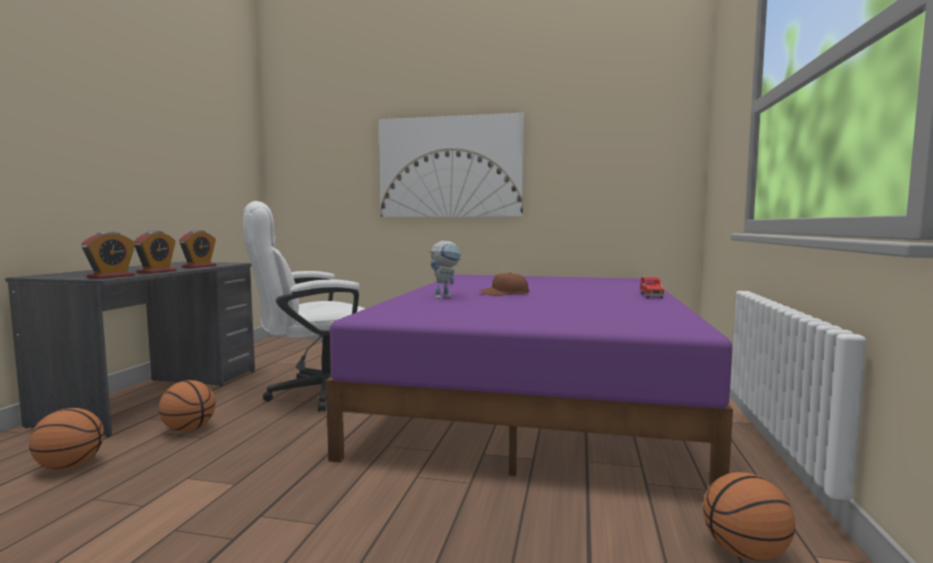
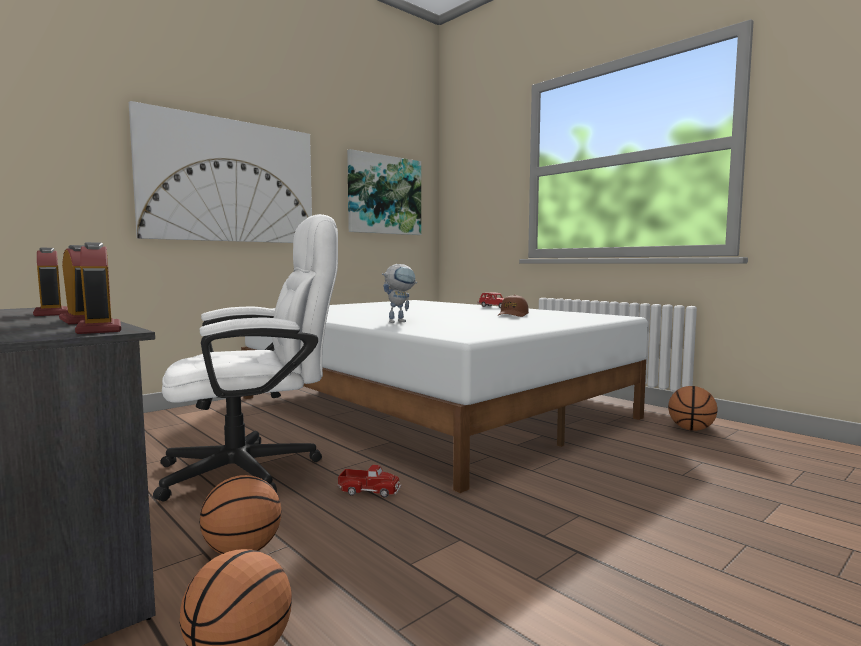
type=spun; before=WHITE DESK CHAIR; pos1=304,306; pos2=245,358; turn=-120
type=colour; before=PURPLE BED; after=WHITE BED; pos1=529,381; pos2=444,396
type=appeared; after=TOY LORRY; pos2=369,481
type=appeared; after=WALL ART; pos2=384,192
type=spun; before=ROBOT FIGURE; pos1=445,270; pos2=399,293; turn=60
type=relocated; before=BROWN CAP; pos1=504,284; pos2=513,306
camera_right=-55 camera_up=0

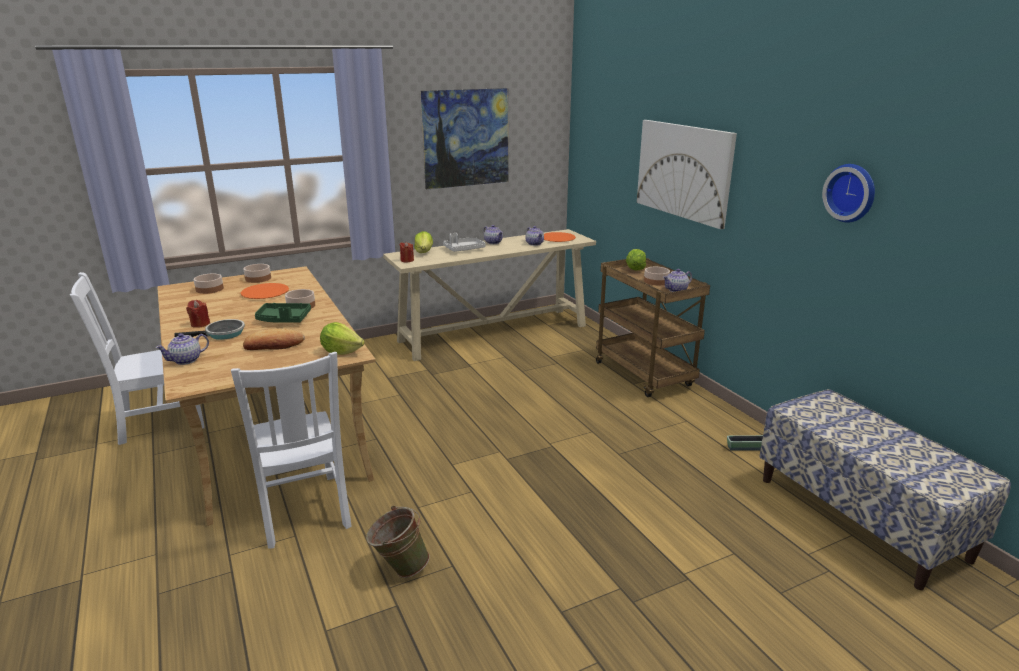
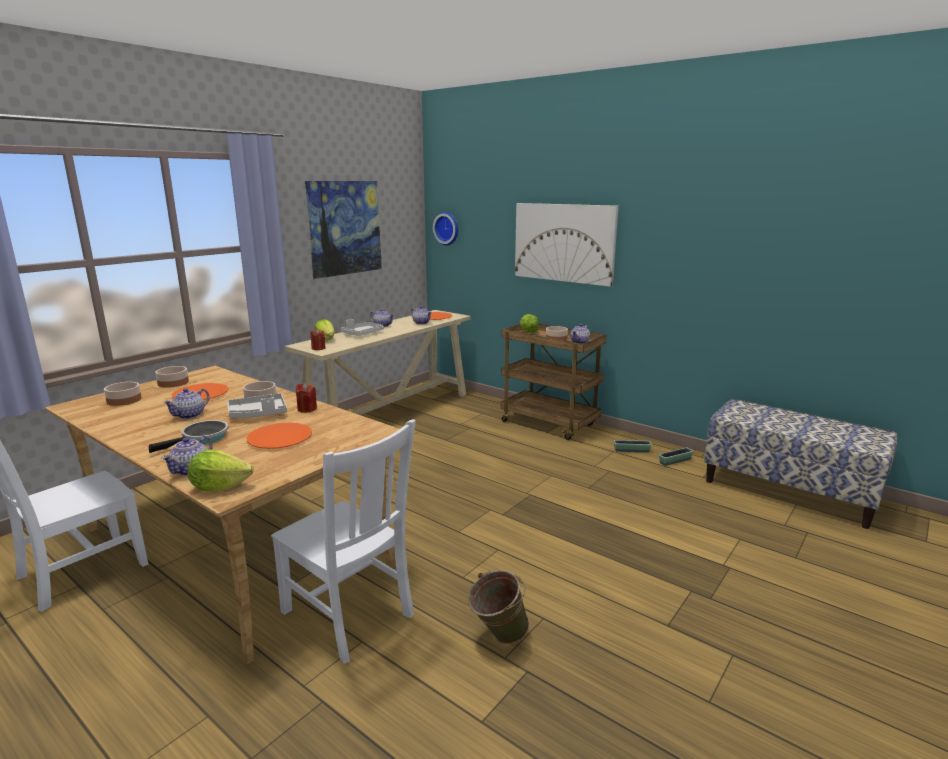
type=appeared; after=TEA POT; pos2=186,403
type=relocated; before=LETTUCE HEAD; pos1=342,338; pos2=220,471
type=colour; before=GREEN SERVING TRAY; after=GREY SERVING TRAY; pos1=283,313; pos2=257,405
type=exchanged; before=BREAD; after=ORANGE-COLOURED PLATE; pos1=274,339; pos2=279,436
type=relocated; before=REDDISH WAX LIGHT; pos1=198,314; pos2=306,398
type=relocated; before=CLOCK ON THE WALL; pos1=848,193; pos2=445,228
type=appeared; after=PLANT POT; pos2=633,446
camera_right=-25 camera_up=-5

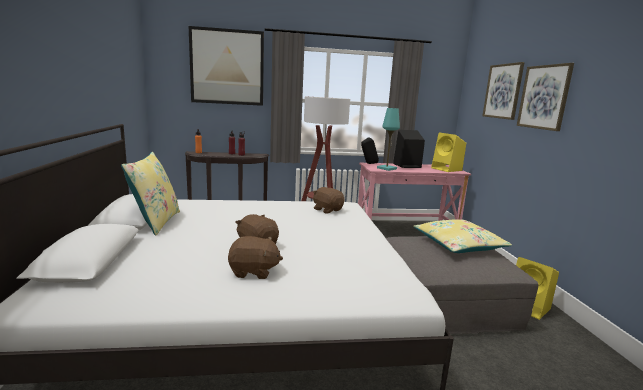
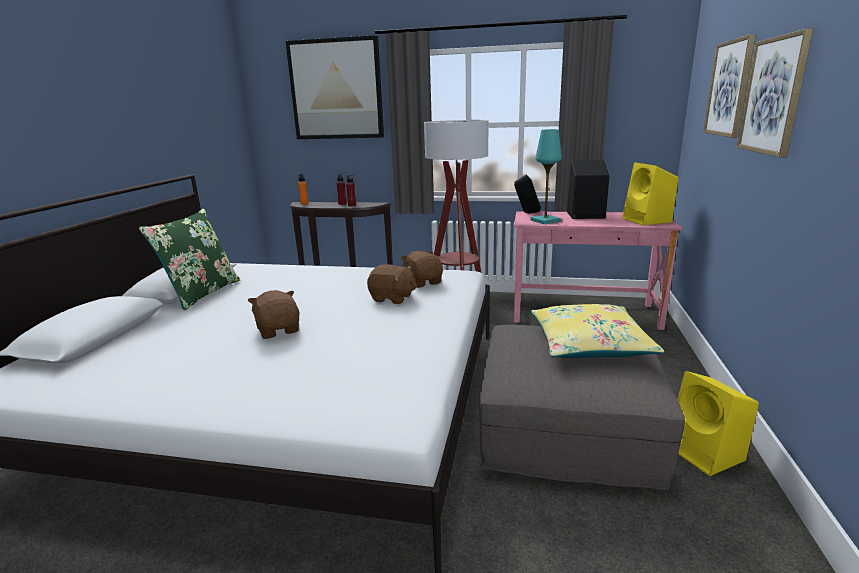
type=colour; before=YELLOWISH CUSHION; after=GREEN CUSHION; pos1=150,194; pos2=190,260
type=relocated; before=BROWN SOFT TOY; pos1=255,257; pos2=392,284
camera_right=20 camera_up=5

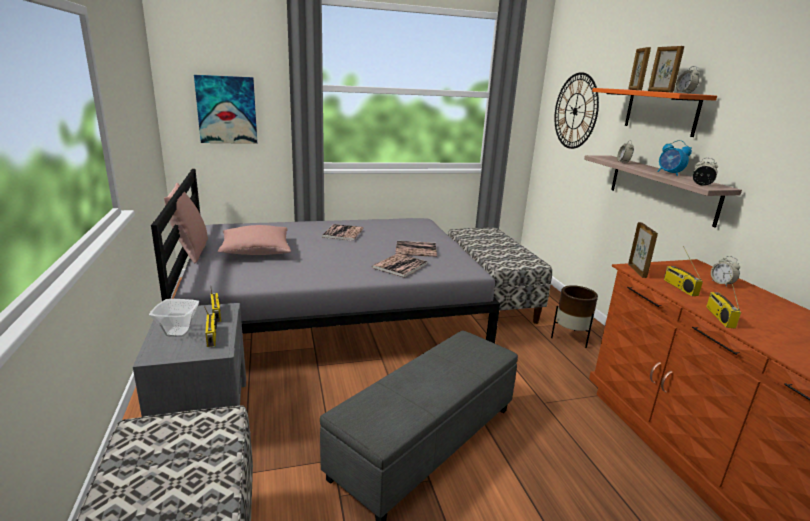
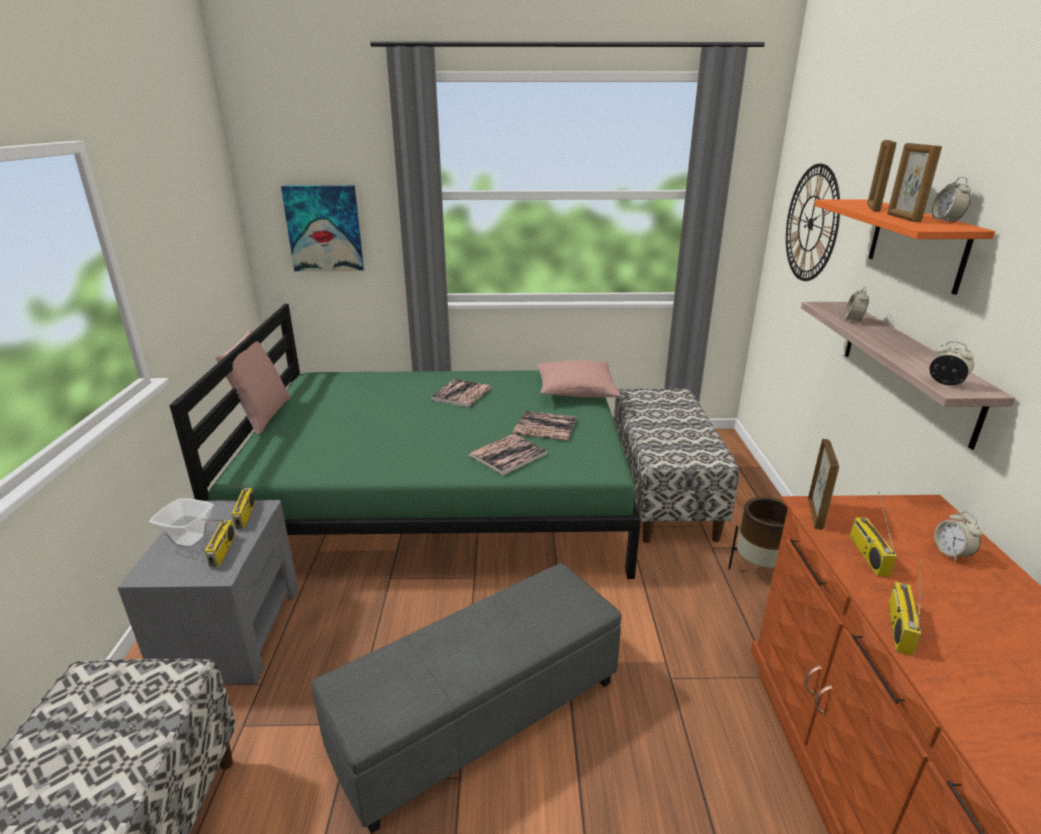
type=colour; before=GREY BED; after=GREEN BED; pos1=325,256; pos2=405,441
type=relocated; before=PINKISH CUSHION; pos1=254,240; pos2=579,378
type=missing; before=TABLE CLOCK; pos1=674,158
camera_right=15 camera_up=5

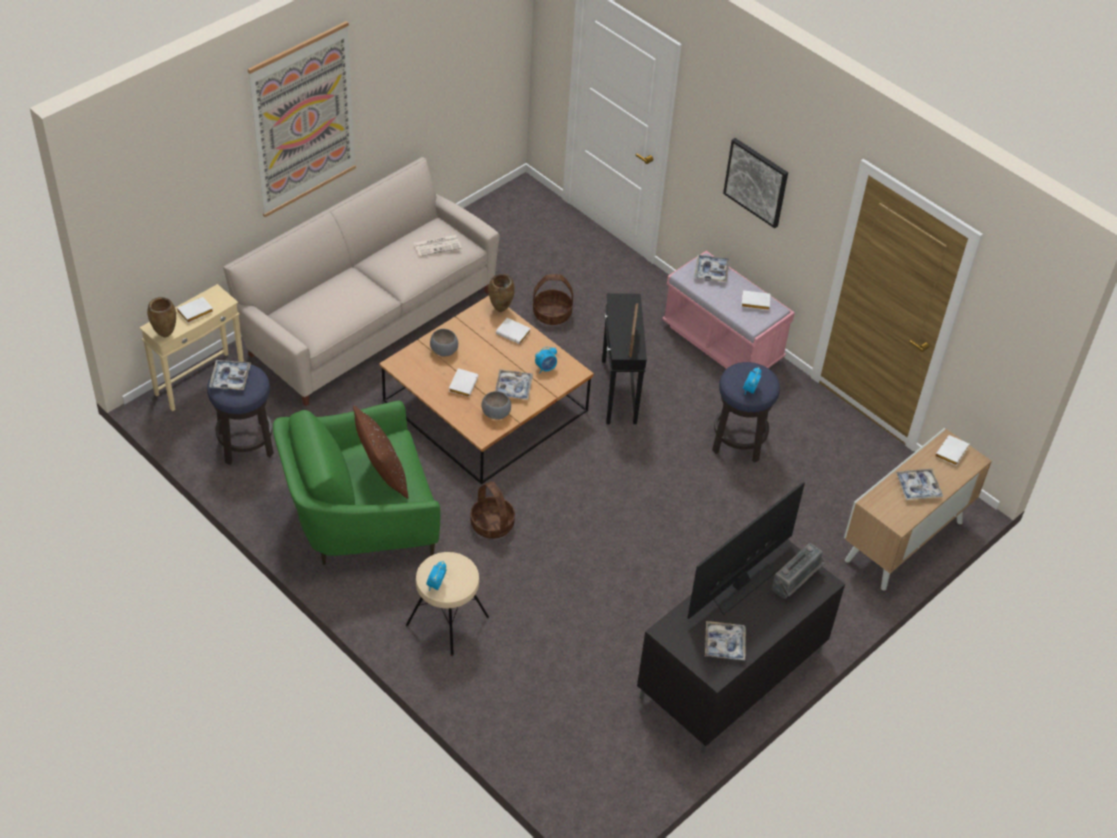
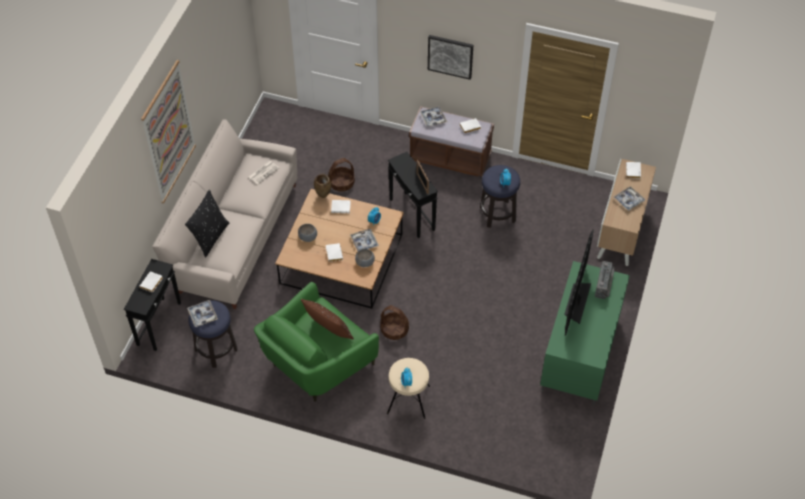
type=colour; before=SAND-COLOURED END TABLE; after=BLACK END TABLE; pos1=192,348; pos2=152,305
type=appeared; after=BLACK CUSHION; pos2=207,223
type=colour; before=PINKISH INDOOR BENCH; after=BROWN INDOOR BENCH; pos1=728,310; pos2=451,141
type=colour; before=BLACK TV UNIT; after=GREEN TV UNIT; pos1=741,646; pos2=585,333
type=missing; before=BROWN DECORATIVE VASE; pos1=161,317
type=missing; before=SERVING TRAY; pos1=725,640
camera_right=-25 camera_up=5

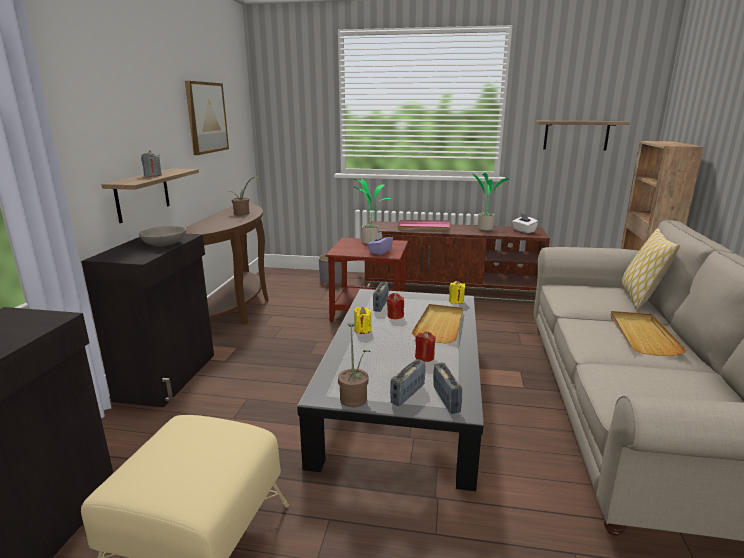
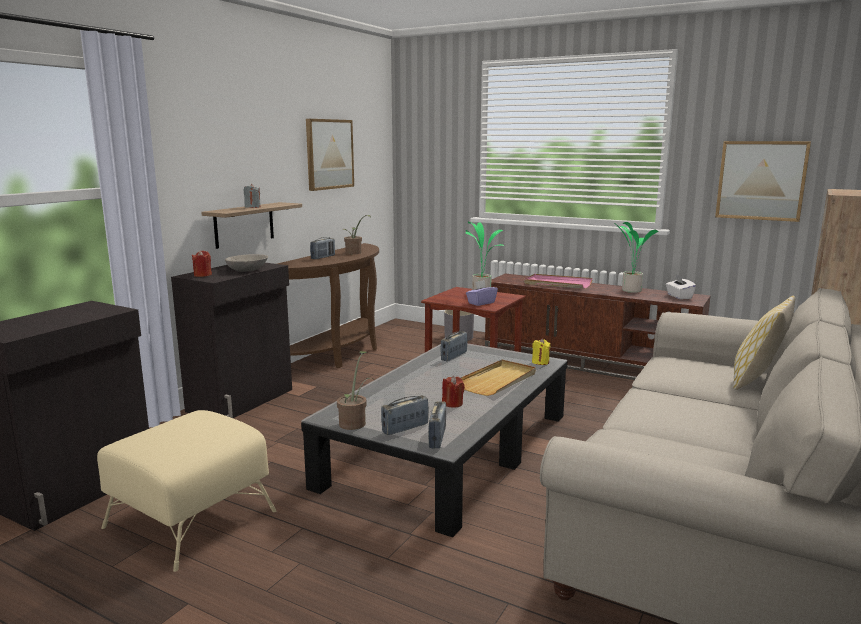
type=relocated; before=REDDISH WAX LIGHT; pos1=395,306; pos2=202,263
type=appeared; after=RADIO RECEIVER; pos2=322,248
type=exchanged; before=SHELF; after=WALL ART; pos1=582,135; pos2=763,181
type=missing; before=YELLOWISH WAX LIGHT; pos1=362,320
type=missing; before=SAND-COLOURED SERVING TRAY; pos1=649,333
camera_right=20 camera_up=-5

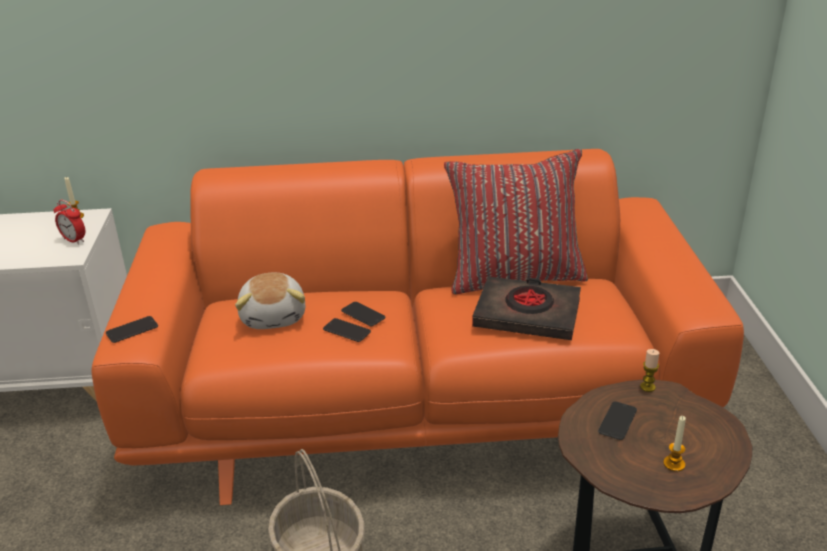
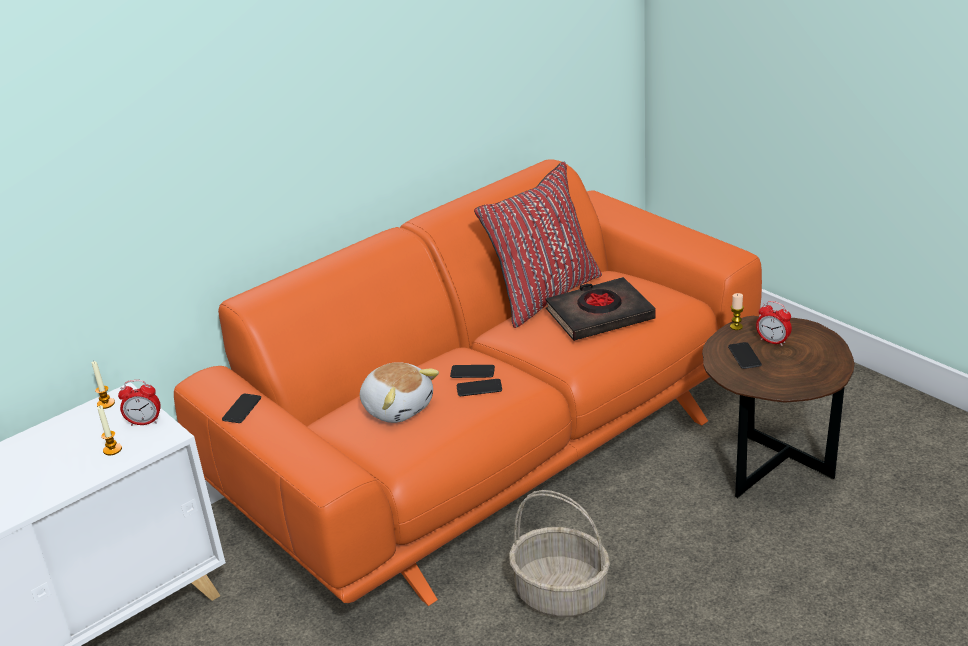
type=relocated; before=WAX LIGHT; pos1=674,444; pos2=109,430
type=relocated; before=TELEPHONE; pos1=132,329; pos2=241,408
type=appeared; after=TABLE CLOCK; pos2=774,323
camera_right=-35 camera_up=0

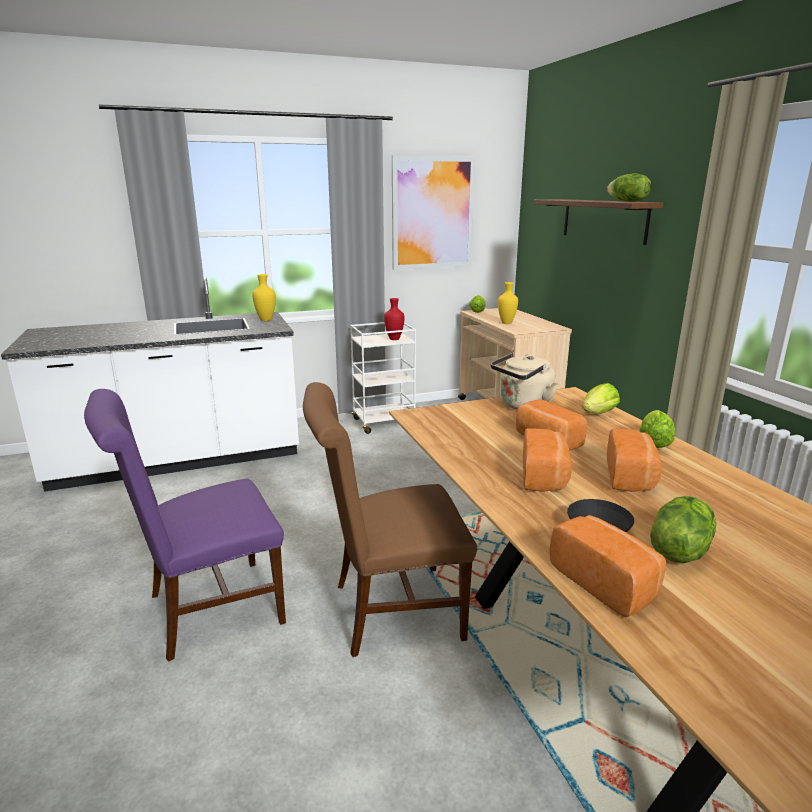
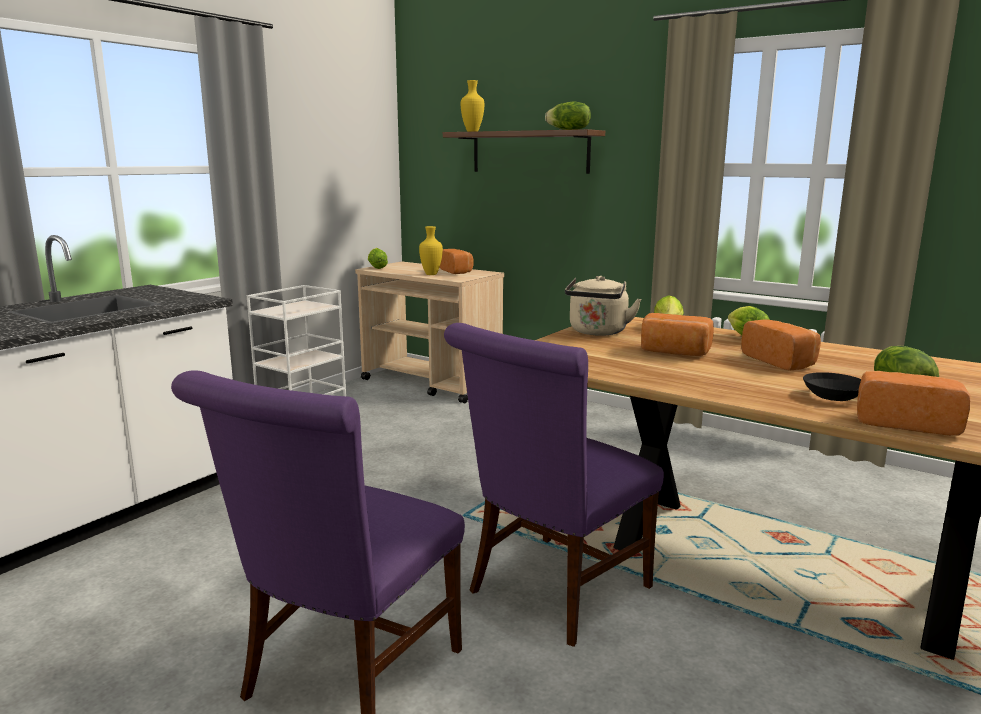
type=relocated; before=BREAD; pos1=547,460; pos2=457,261
type=colour; before=BROWN UPRIGHT CHAIR; after=PURPLE UPRIGHT CHAIR; pos1=390,519; pos2=554,485
type=relocated; before=YELLOWISH DECORATIVE VASE; pos1=264,297; pos2=472,106
type=missing; before=REDDISH DECORATIVE VASE; pos1=394,319
type=missing; before=WALL ART; pos1=433,212
camera_right=-35 camera_up=-5

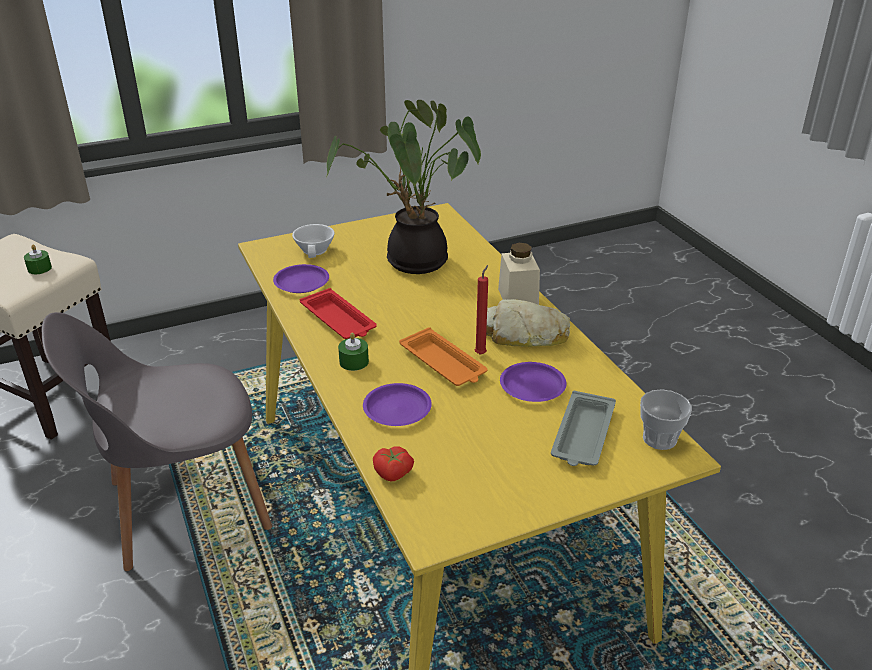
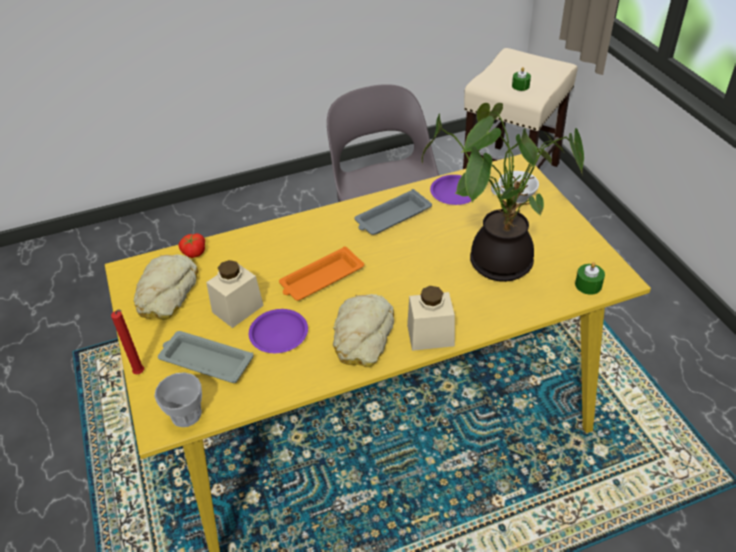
type=relocated; before=REDDISH WAX LIGHT; pos1=481,310; pos2=127,341
type=appeared; after=BREAD; pos2=166,287
type=appeared; after=SAND-COLOURED STORAGE JAR; pos2=235,294
type=colour; before=REDDISH SERVING TRAY; after=GREY SERVING TRAY; pos1=338,313; pos2=393,212
type=relocated; before=GREEN WAX LIGHT; pos1=353,352; pos2=590,278
type=missing; before=PURPLE PLATE; pos1=397,404
camera_right=95 camera_up=10

